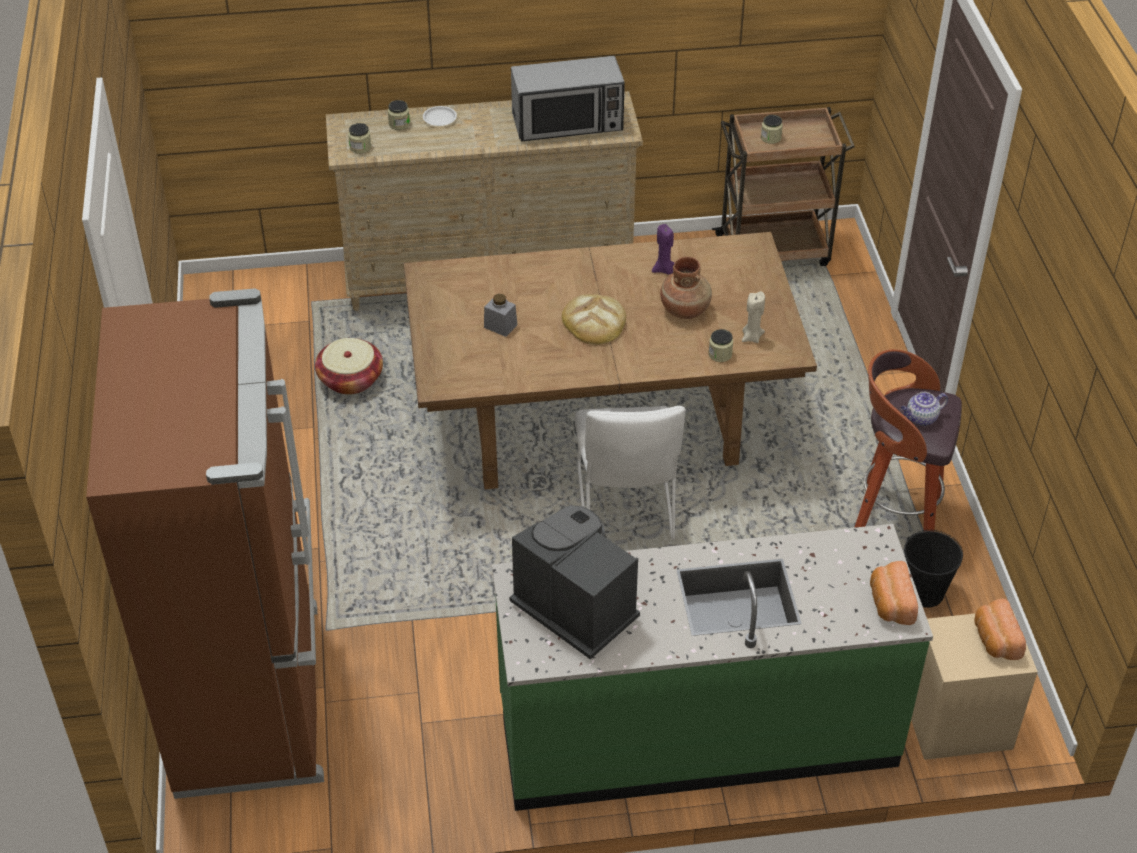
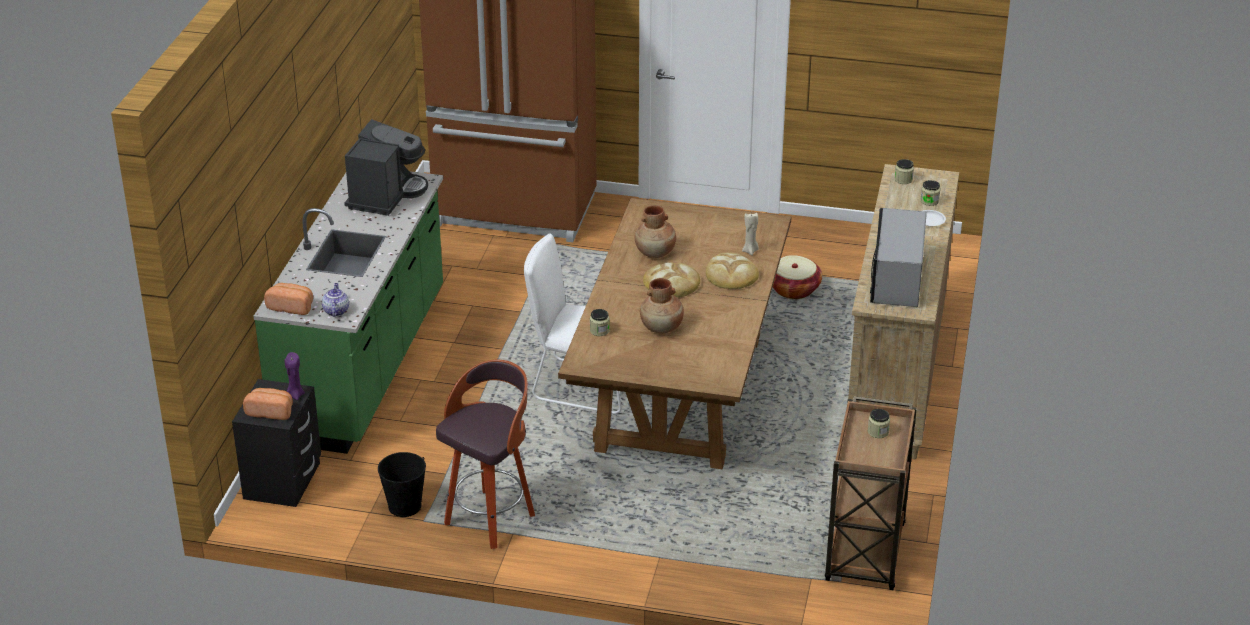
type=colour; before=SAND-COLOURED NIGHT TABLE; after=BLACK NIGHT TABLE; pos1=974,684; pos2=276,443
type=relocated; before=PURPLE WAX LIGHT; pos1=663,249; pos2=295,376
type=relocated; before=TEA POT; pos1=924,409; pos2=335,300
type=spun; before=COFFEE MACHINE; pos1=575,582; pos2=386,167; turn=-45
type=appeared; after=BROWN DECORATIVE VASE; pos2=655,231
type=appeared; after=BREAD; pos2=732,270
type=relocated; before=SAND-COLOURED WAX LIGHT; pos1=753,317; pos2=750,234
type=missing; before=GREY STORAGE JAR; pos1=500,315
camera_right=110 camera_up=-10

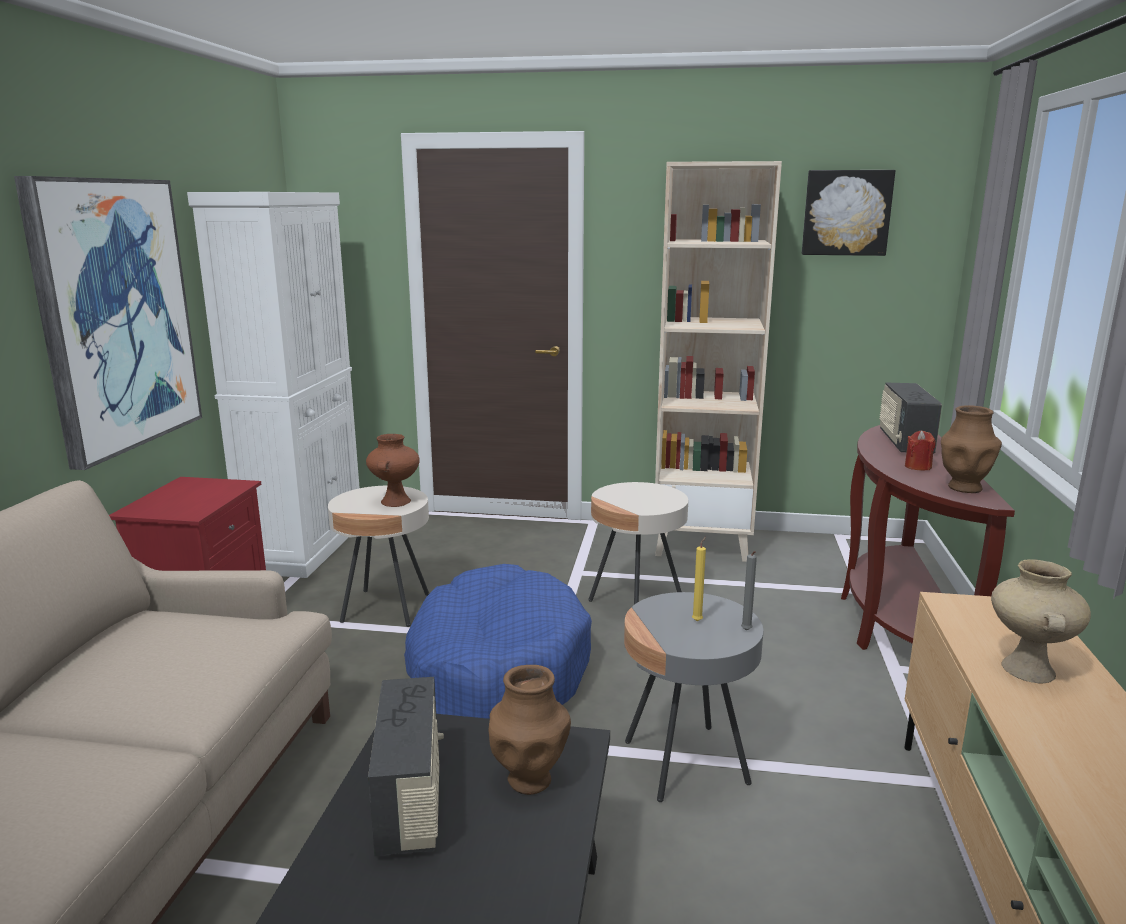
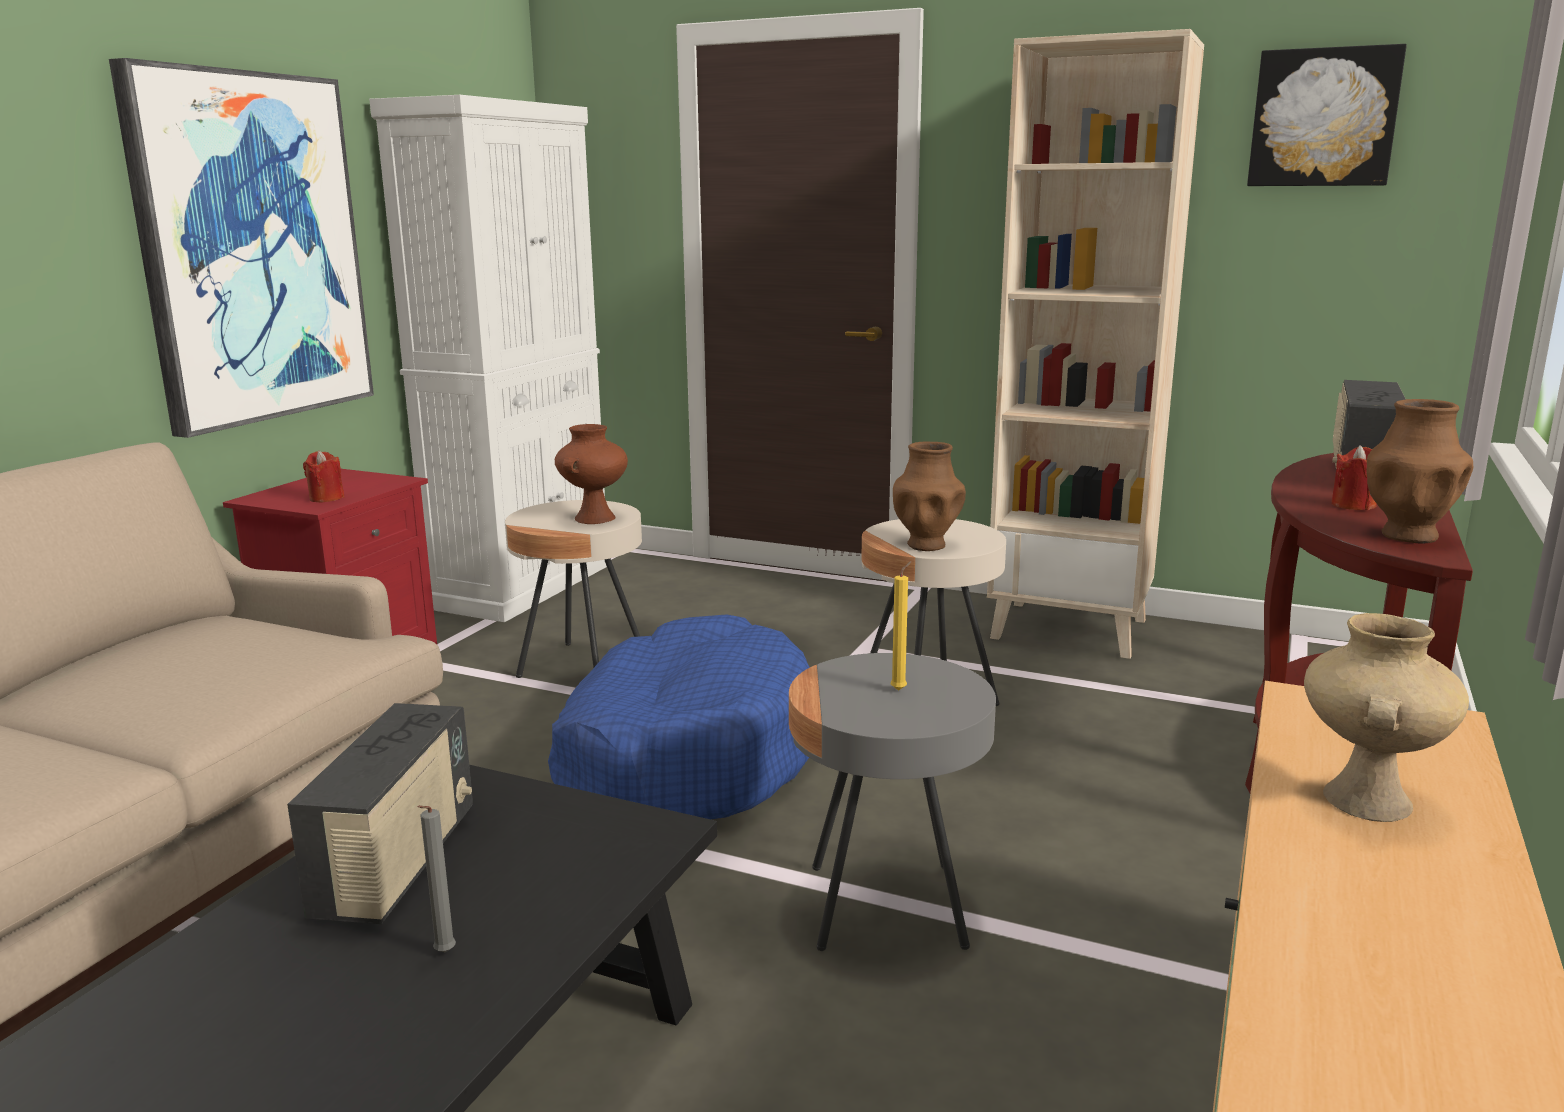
type=appeared; after=REDDISH WAX LIGHT; pos2=323,476
type=relocated; before=GREY WAX LIGHT; pos1=749,591; pos2=437,879
type=relocated; before=BROWN DECORATIVE VASE; pos1=530,730; pos2=929,496
camera_right=15 camera_up=0

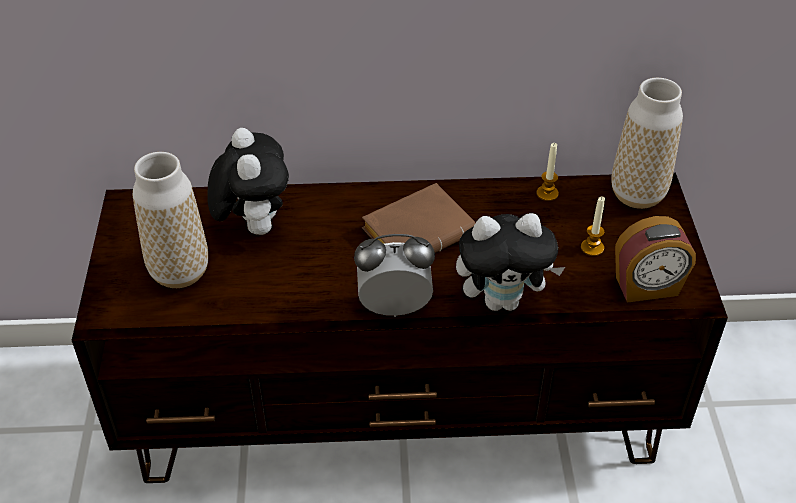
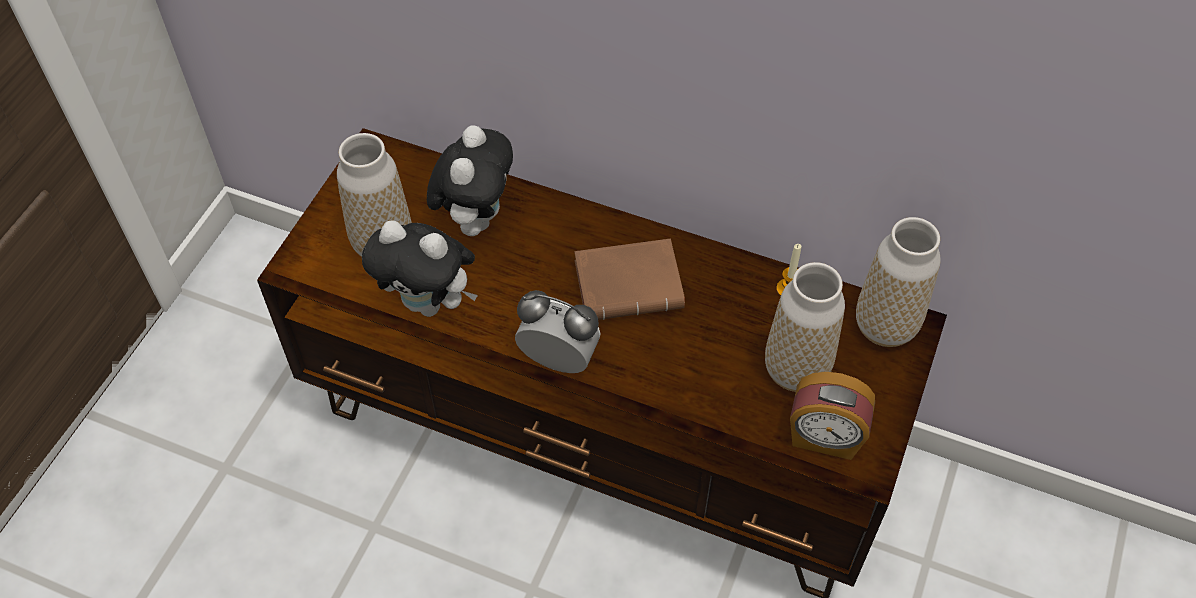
type=relocated; before=SOFT TOY; pos1=510,262; pos2=420,268
type=exchanged; before=WAX LIGHT; after=DECORATIVE VASE; pos1=593,226; pos2=805,327
camera_right=25 camera_up=10

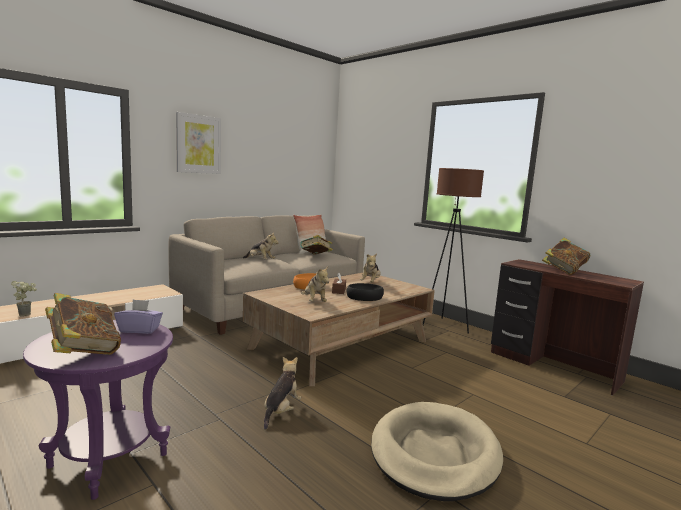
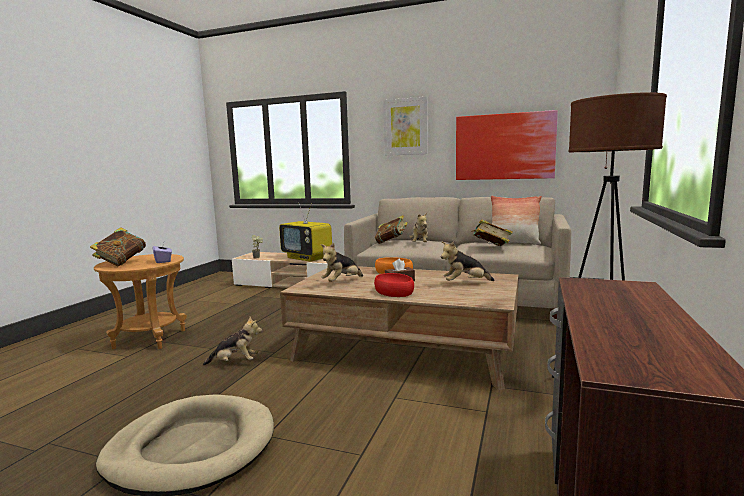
type=colour; before=PURPLE END TABLE; after=BROWN END TABLE; pos1=98,410; pos2=140,301
type=appeared; after=TV SET; pos2=305,232
type=colour; before=BLACK BOWL; after=REDDISH BOWL; pos1=365,292; pos2=394,285
type=relocated; before=VOLUME; pos1=566,256; pos2=391,229
type=appeared; after=WALL ART; pos2=507,145
camera_right=65 camera_up=0

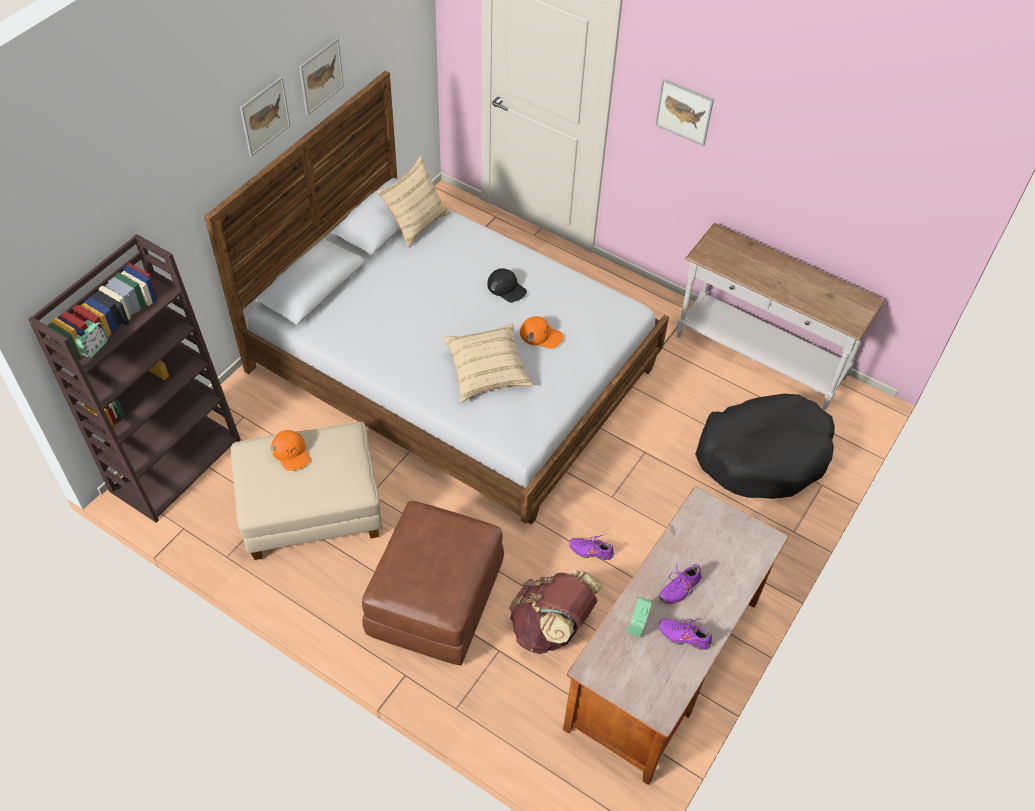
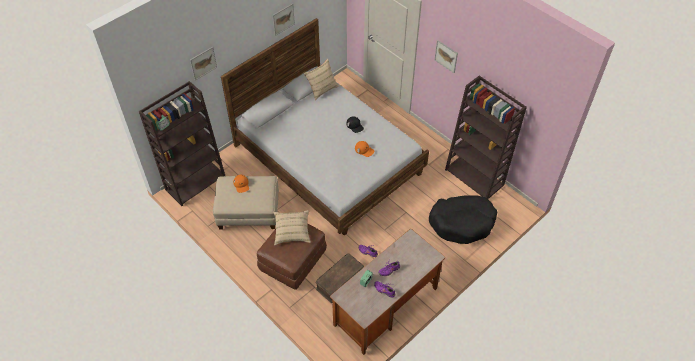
type=relocated; before=WALL ART; pos1=265,117; pos2=203,64
type=relocated; before=SAND-COLOURED CUSHION; pos1=487,362; pos2=292,227
type=exchanged; before=BROWN BACKPACK; after=BROWN STORAGE BIN; pos1=555,612; pos2=340,278
type=exchanged; before=WHITE NARROW TABLE; after=BROWN SHELVING UNIT; pos1=781,316; pos2=486,137
camera_right=15 camera_up=0

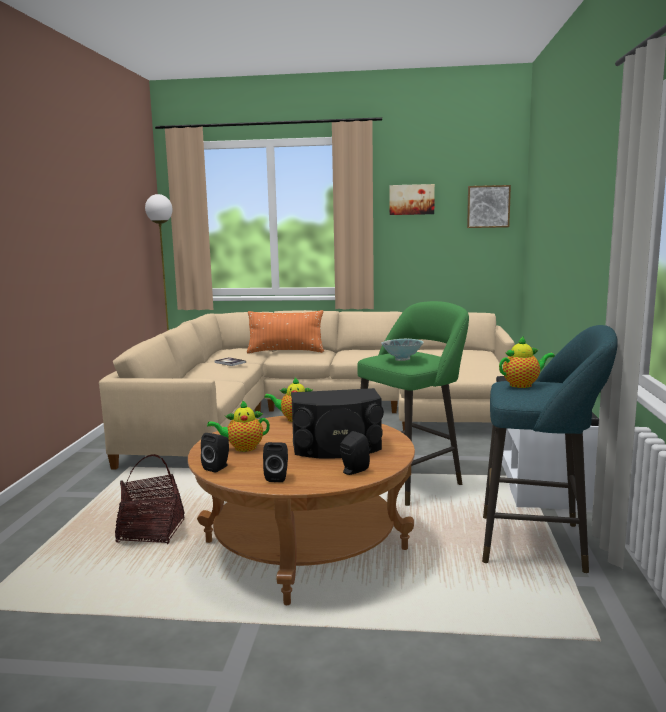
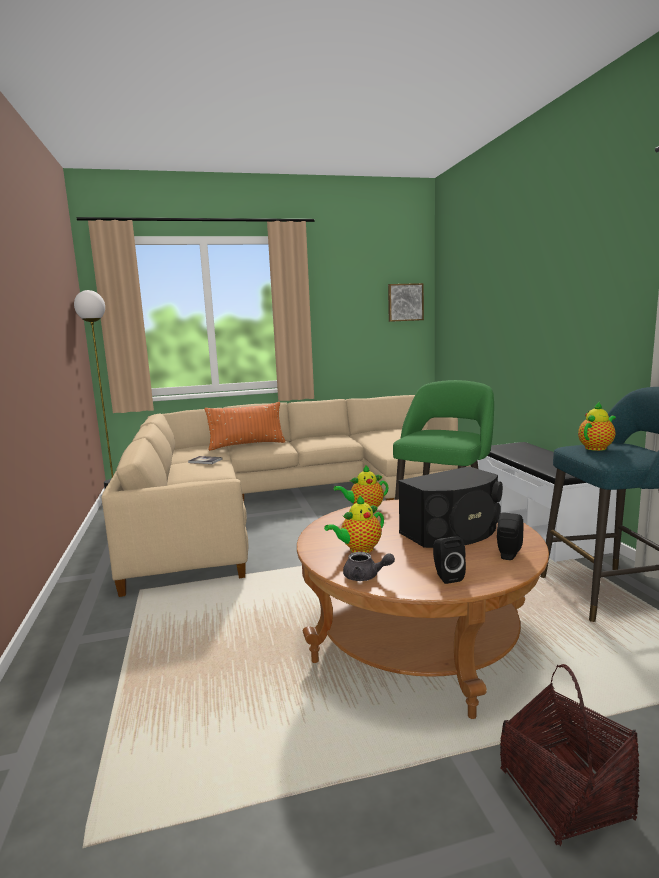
type=exchanged; before=BLACK LOUDSPEAKER; after=GREY TEA POT; pos1=215,453; pos2=369,566
type=relocated; before=BASKET; pos1=150,499; pos2=570,755
type=missing; before=BOWL; pos1=402,350
type=missing; before=WALL ART; pos1=412,199
camera_right=-20 camera_up=0

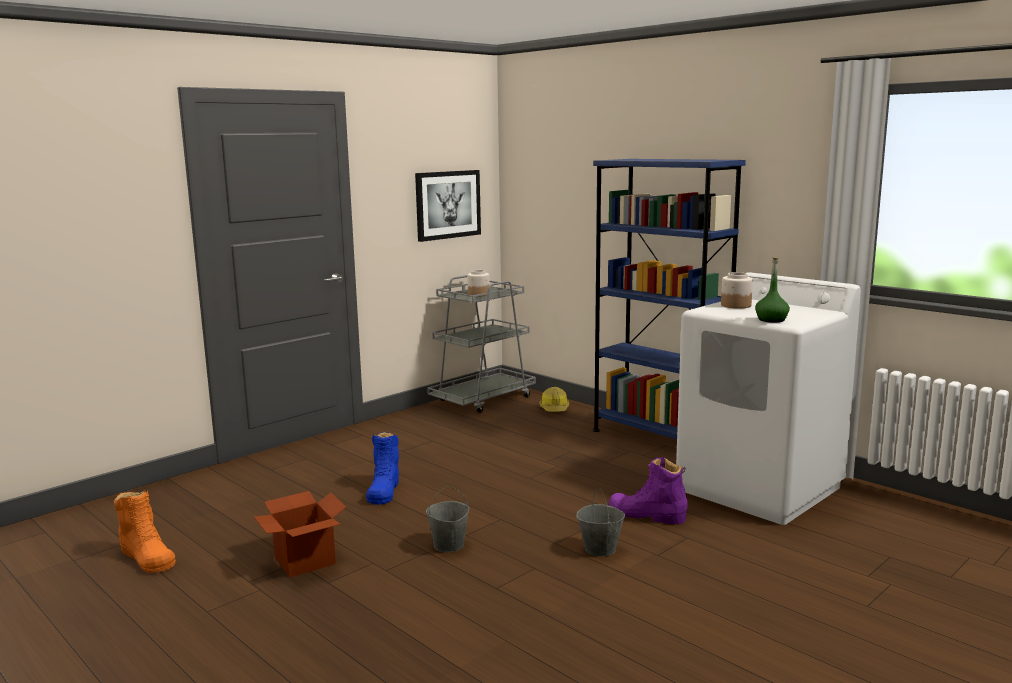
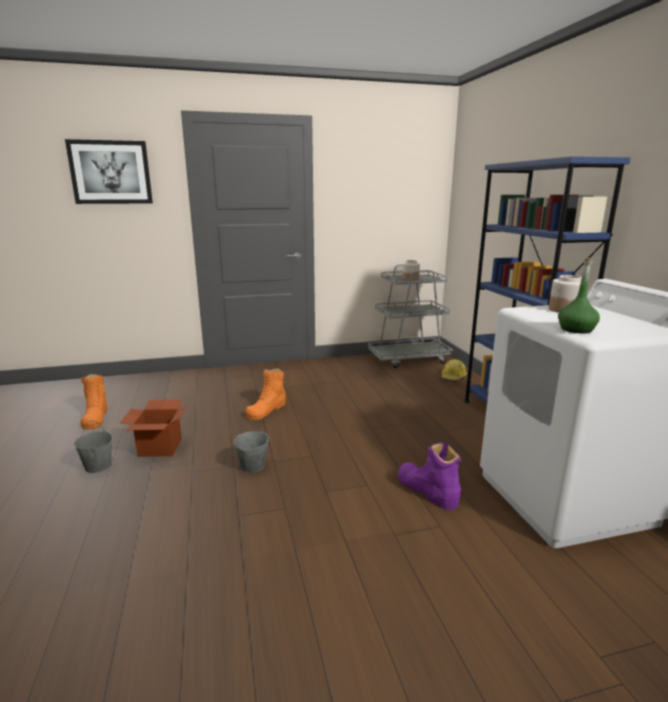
type=relocated; before=WALL ART; pos1=448,206; pos2=109,171
type=relocated; before=GREY WATER BUCKET; pos1=600,523; pos2=93,447
type=colour; before=BLUISH HIGH-TOP BOOT; after=ORANGE-COLOURED HIGH-TOP BOOT; pos1=382,468; pos2=266,394
camera_right=30 camera_up=5

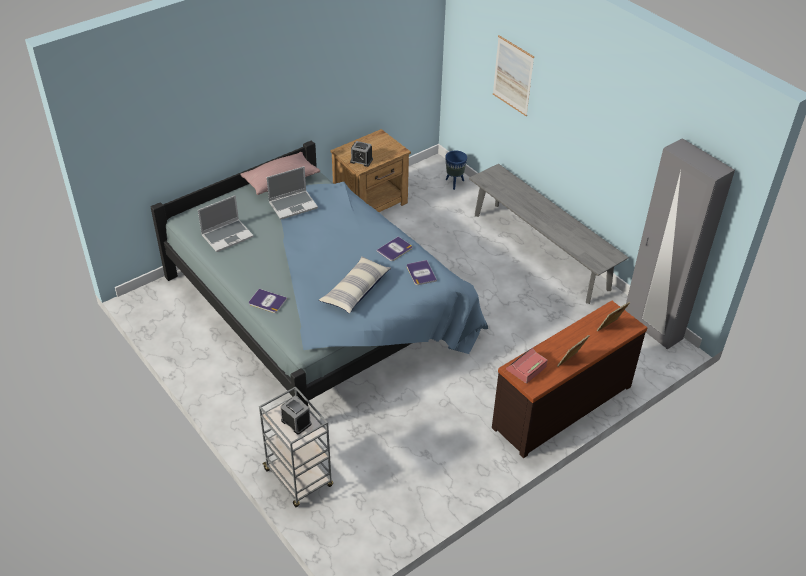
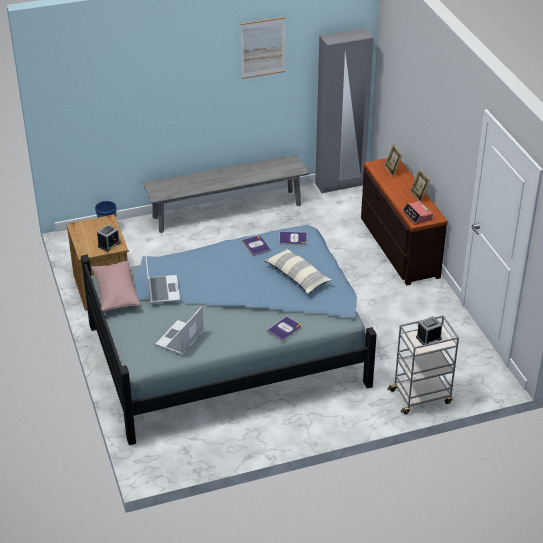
type=spun; before=PORTABLE COMPUTER; pos1=226,223; pos2=179,330; turn=-135
type=relocated; before=WALL ART; pos1=513,75; pos2=262,48
camera_right=-70 camera_up=-5

